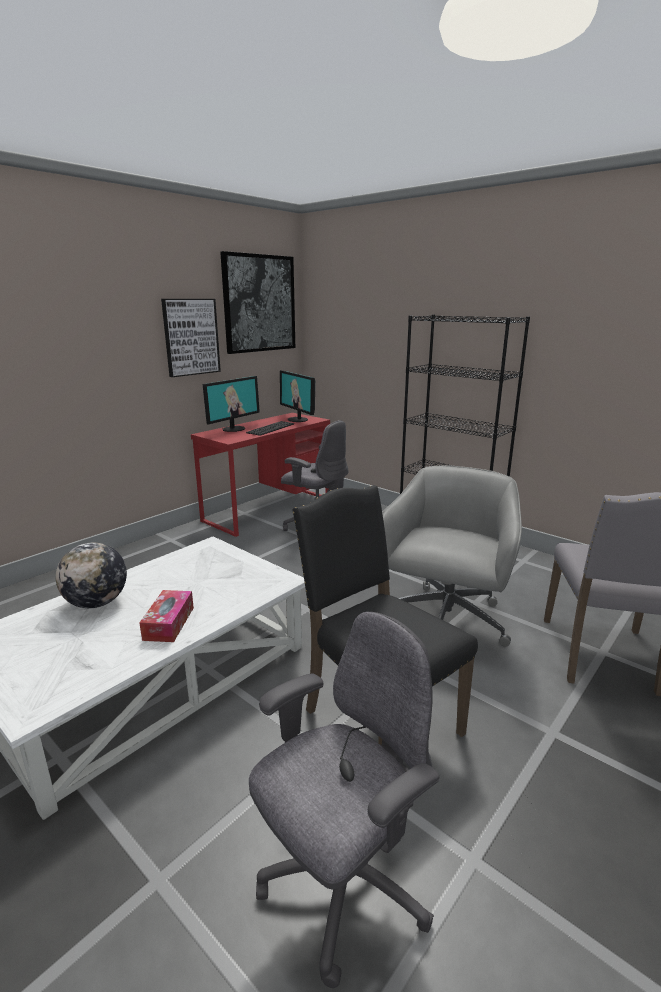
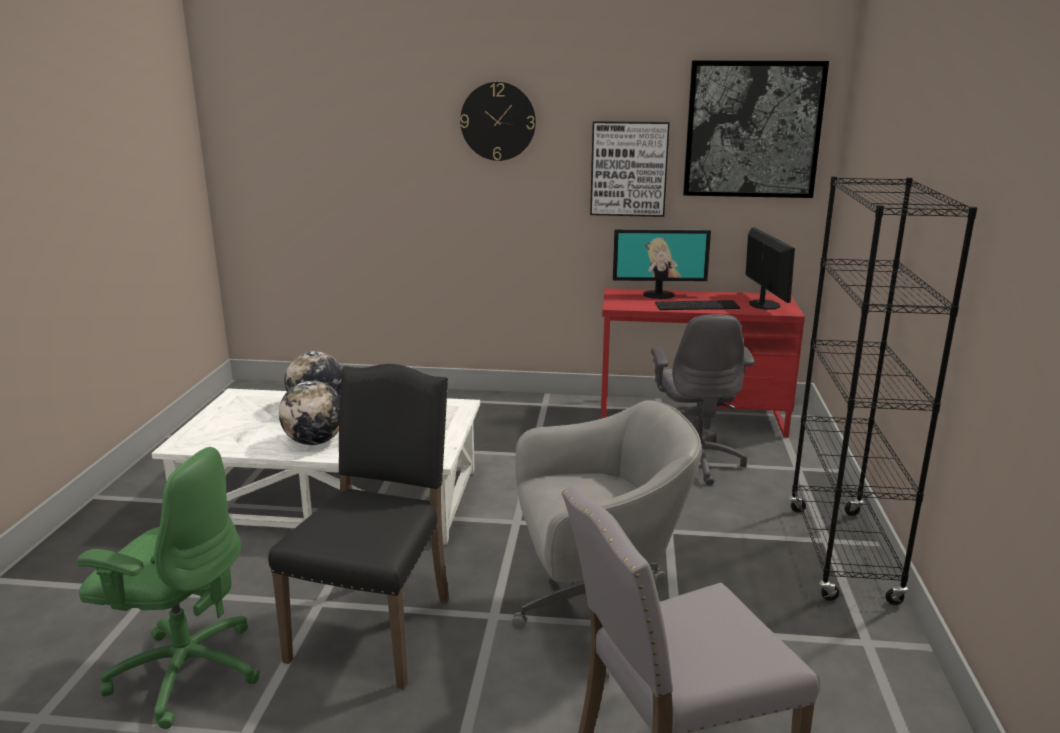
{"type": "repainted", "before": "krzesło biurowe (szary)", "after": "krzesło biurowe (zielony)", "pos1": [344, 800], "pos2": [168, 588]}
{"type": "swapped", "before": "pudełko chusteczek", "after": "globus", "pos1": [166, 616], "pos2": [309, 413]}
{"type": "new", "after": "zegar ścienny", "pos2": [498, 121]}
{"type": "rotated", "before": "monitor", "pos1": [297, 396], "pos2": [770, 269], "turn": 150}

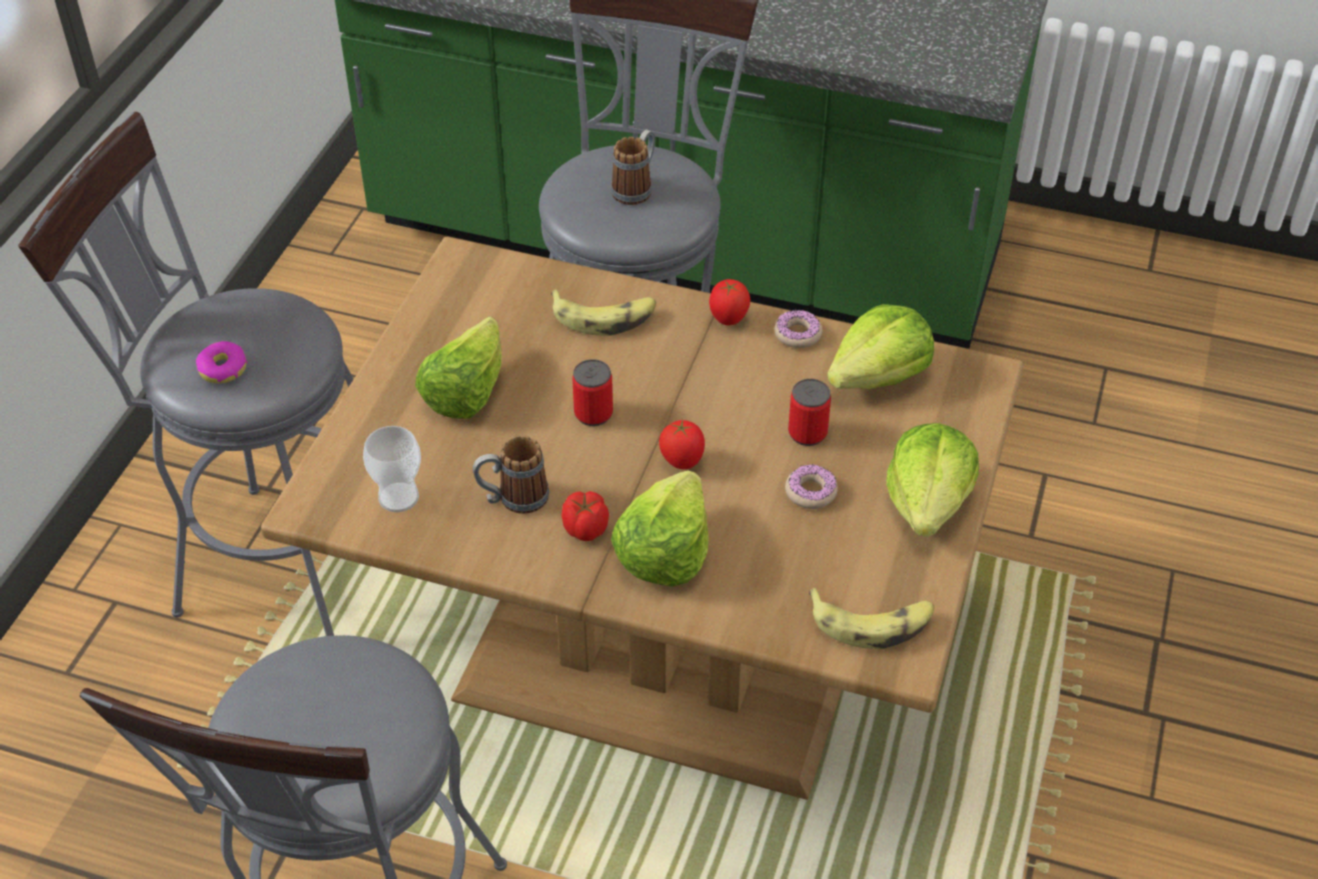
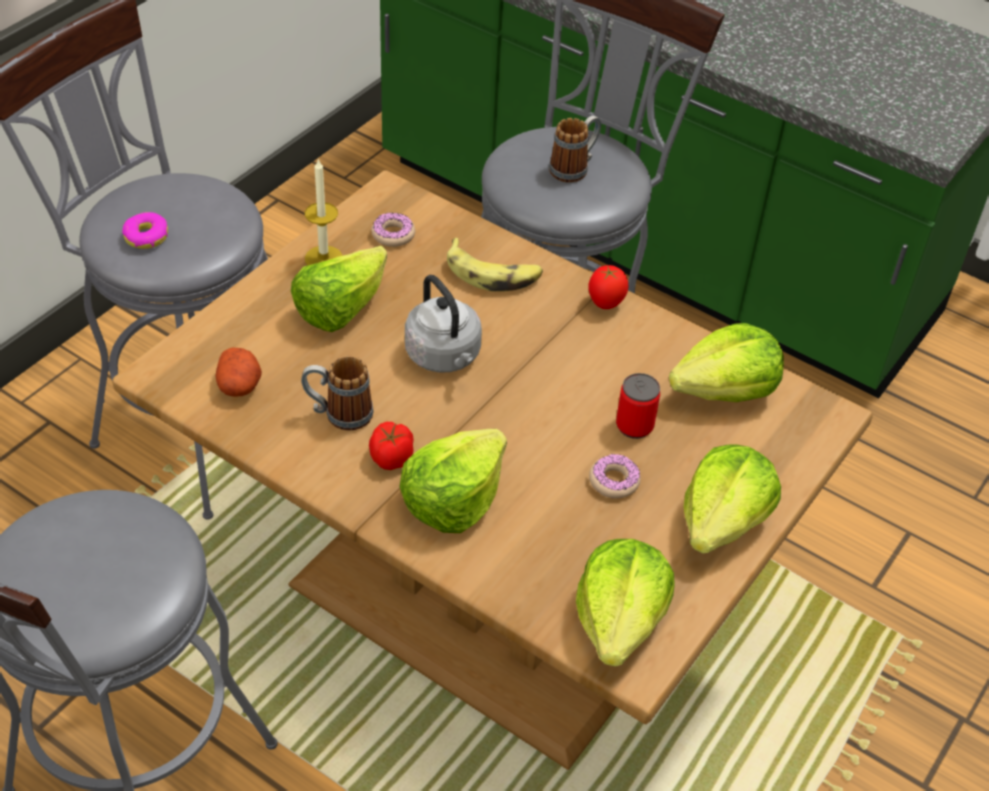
{"type": "swapped", "before": "filiżanka", "after": "ziemniak", "pos1": [392, 469], "pos2": [238, 372]}
{"type": "new", "after": "świeca", "pos2": [324, 211]}
{"type": "shifted", "before": "donut", "pos1": [799, 328], "pos2": [393, 230]}
{"type": "swapped", "before": "puszka", "after": "czajnik (szary)", "pos1": [592, 392], "pos2": [443, 324]}
{"type": "swapped", "before": "banan", "after": "sałata", "pos1": [871, 618], "pos2": [625, 603]}
{"type": "gone", "before": "pomidor", "pos1": [682, 444]}

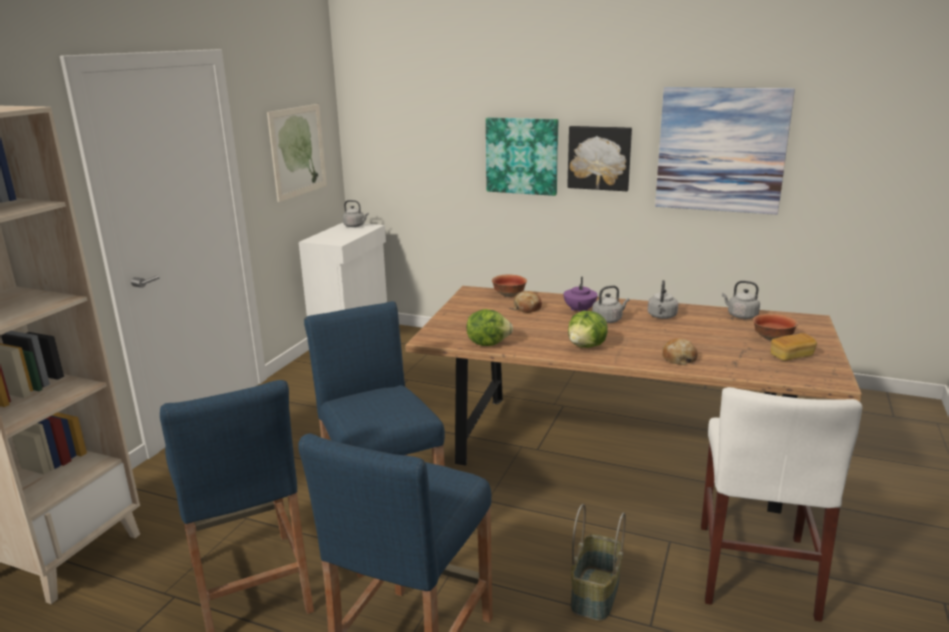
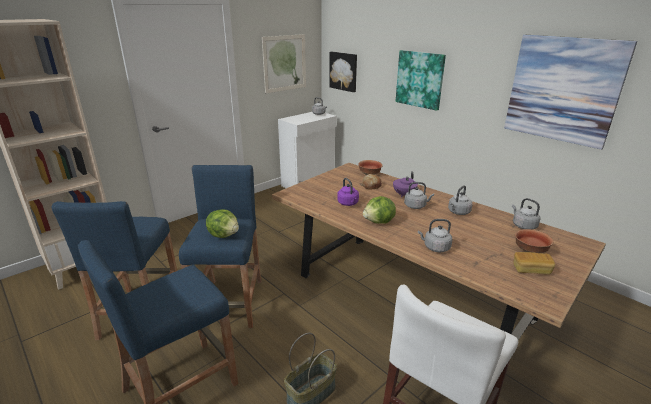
{"type": "shifted", "before": "sałata", "pos1": [489, 327], "pos2": [222, 223]}
{"type": "shifted", "before": "obraz", "pos1": [599, 158], "pos2": [343, 72]}
{"type": "new", "after": "czajnik (fioletowy)", "pos2": [348, 192]}
{"type": "swapped", "before": "chleb", "after": "czajnik (szary)", "pos1": [680, 351], "pos2": [435, 235]}

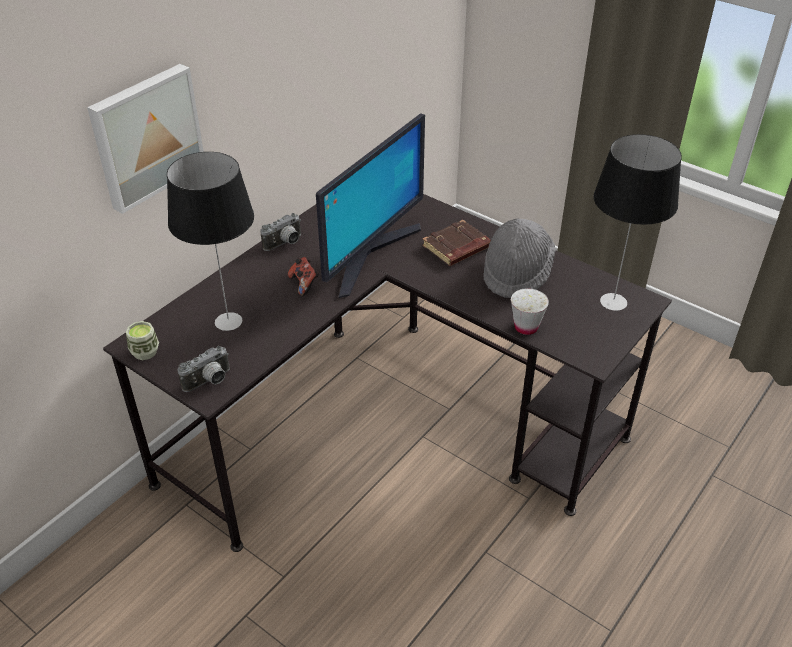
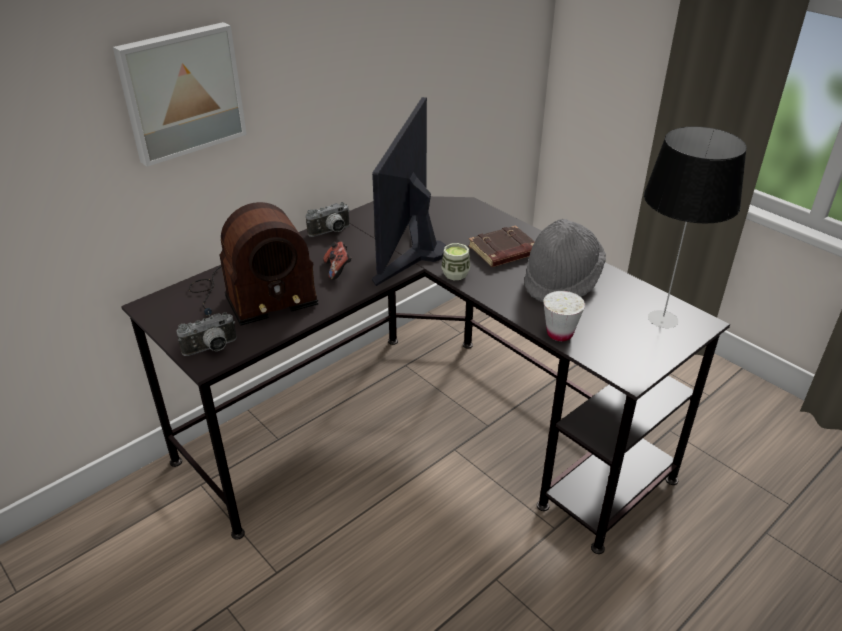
{"type": "swapped", "before": "lampa stołowa", "after": "radio", "pos1": [210, 241], "pos2": [253, 264]}
{"type": "rotated", "before": "monitor", "pos1": [370, 205], "pos2": [409, 191], "turn": 150}
{"type": "shifted", "before": "filiżanka", "pos1": [142, 340], "pos2": [455, 261]}

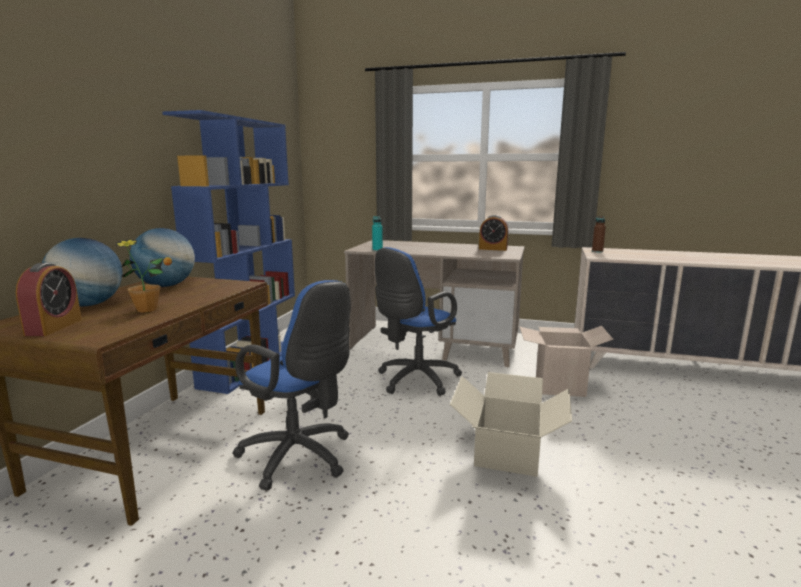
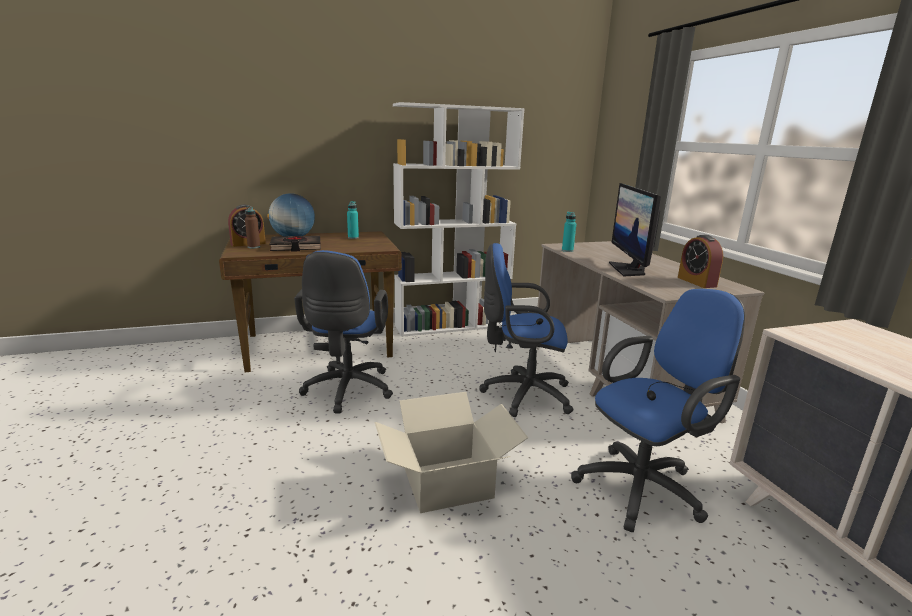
{"type": "shifted", "before": "butelka (brązowy)", "pos1": [599, 234], "pos2": [252, 228]}
{"type": "swapped", "before": "roślina doniczkowa", "after": "książka (czarny)", "pos1": [139, 276], "pos2": [295, 244]}
{"type": "swapped", "before": "globus", "after": "butelka (turkusowy)", "pos1": [162, 257], "pos2": [353, 220]}
{"type": "repainted", "before": "regał (niebieski)", "after": "regał (biały)", "pos1": [228, 252], "pos2": [459, 219]}
{"type": "swapped", "before": "karton", "after": "krzesło biurowe (niebieski)", "pos1": [567, 361], "pos2": [658, 410]}
{"type": "new", "after": "monitor", "pos2": [635, 230]}

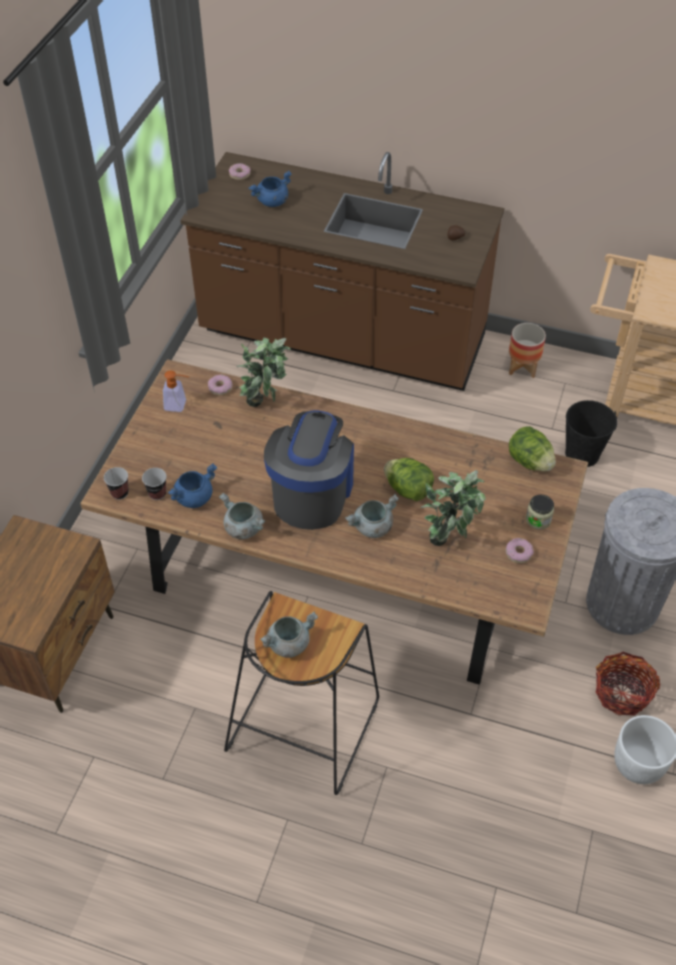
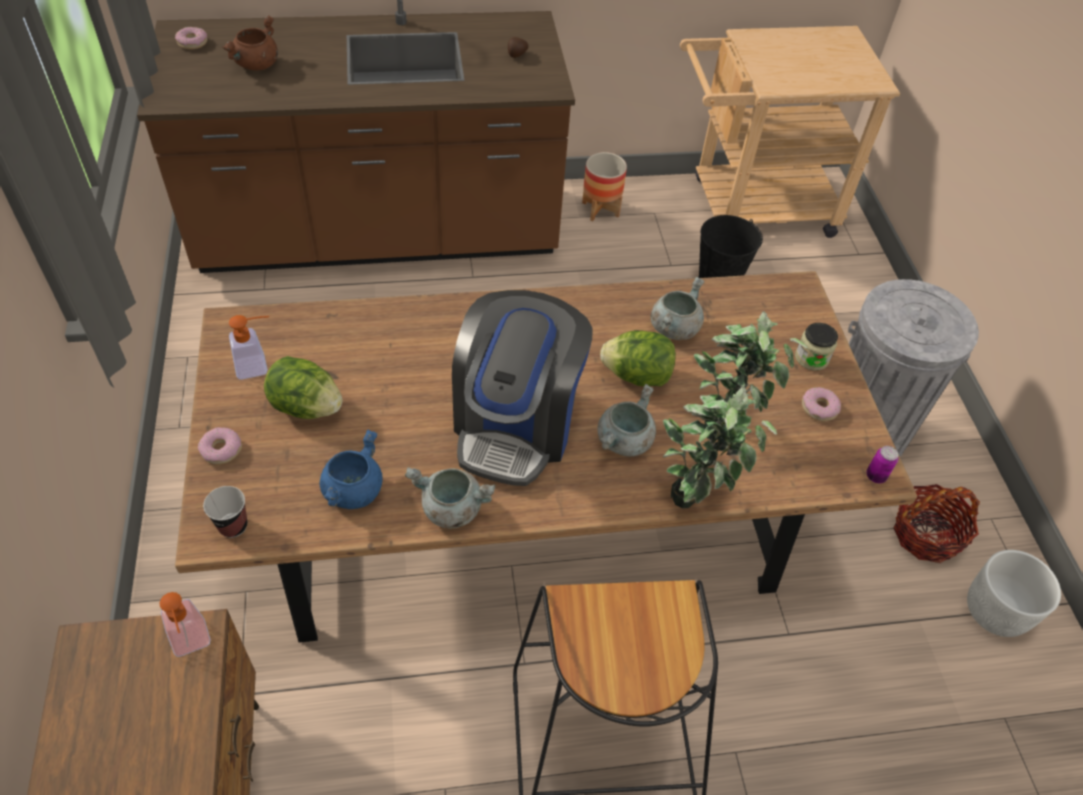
{"type": "new", "after": "dozownik mydła", "pos2": [185, 624]}
{"type": "shifted", "before": "donut", "pos1": [220, 385], "pos2": [220, 446]}
{"type": "repainted", "before": "garnek (niebieski)", "after": "garnek (brązowy)", "pos1": [270, 189], "pos2": [250, 42]}
{"type": "shifted", "before": "sałata", "pos1": [532, 448], "pos2": [303, 387]}
{"type": "rotated", "before": "ekspres do kawy", "pos1": [309, 470], "pos2": [522, 388], "turn": -150}
{"type": "shifted", "before": "garnek (szary)", "pos1": [289, 635], "pos2": [677, 308]}
{"type": "shifted", "before": "roślina doniczkowa", "pos1": [263, 372], "pos2": [719, 447]}
{"type": "new", "after": "puszka", "pos2": [882, 464]}
{"type": "gone", "before": "filiżanka", "pos1": [154, 484]}

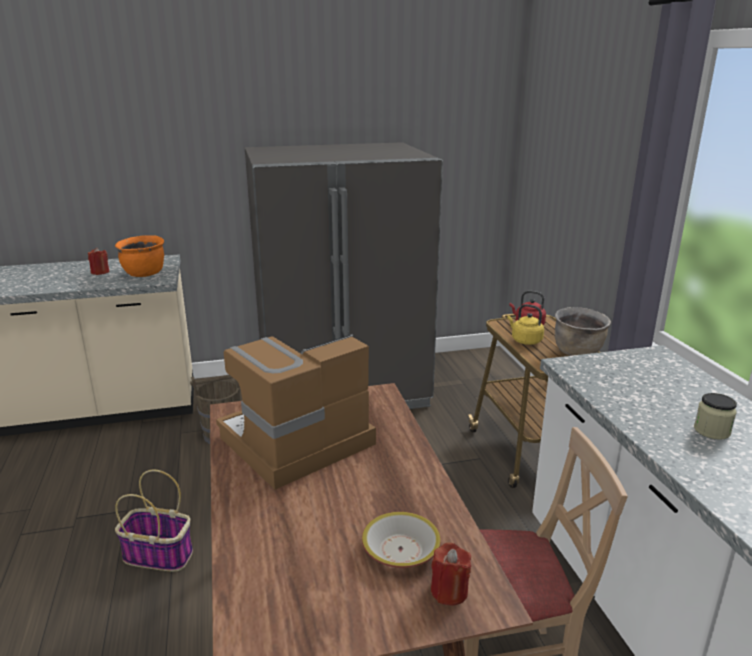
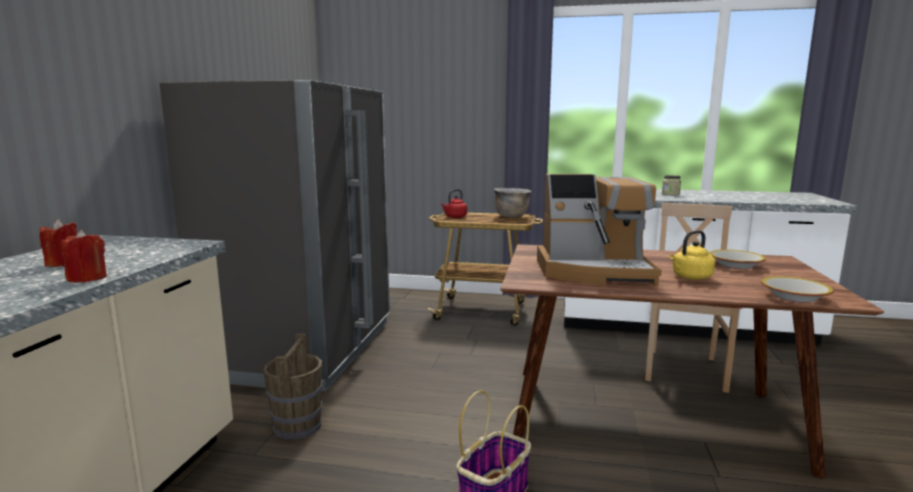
{"type": "shifted", "before": "świeca (czerwony)", "pos1": [451, 574], "pos2": [84, 256]}
{"type": "rotated", "before": "ekspres do kawy", "pos1": [296, 412], "pos2": [599, 230], "turn": -75}
{"type": "shifted", "before": "czajnik (żółty)", "pos1": [525, 324], "pos2": [692, 255]}
{"type": "new", "after": "miska", "pos2": [797, 289]}
{"type": "gone", "before": "garnek (pomarańczowy)", "pos1": [139, 256]}

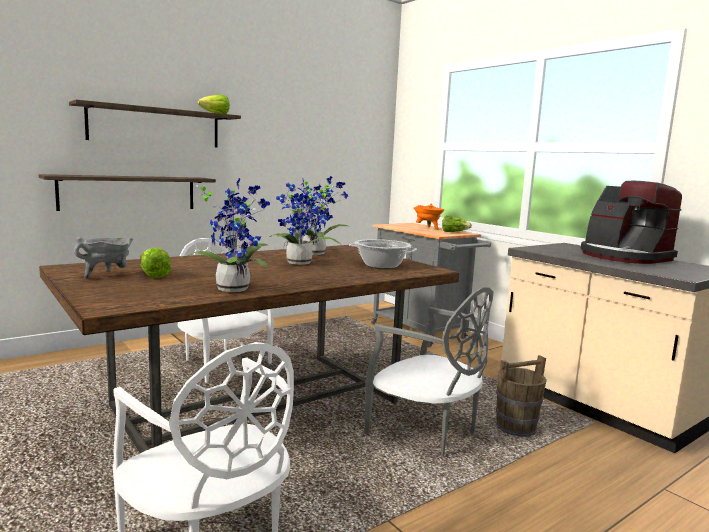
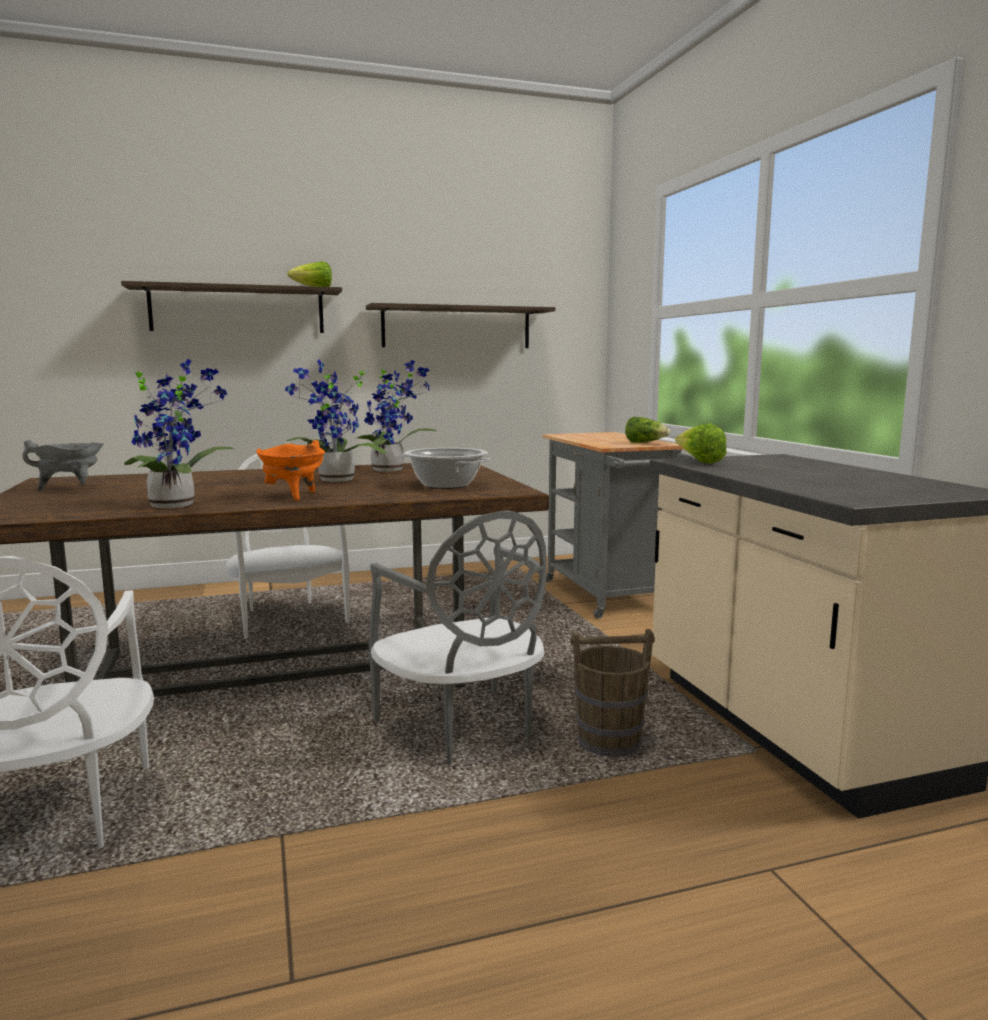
{"type": "shifted", "before": "garnek (pomarańczowy)", "pos1": [429, 217], "pos2": [290, 470]}
{"type": "shifted", "before": "półka", "pos1": [127, 192], "pos2": [461, 325]}
{"type": "shifted", "before": "sałata", "pos1": [156, 262], "pos2": [701, 443]}
{"type": "gone", "before": "ekspres do kawy", "pos1": [631, 222]}

